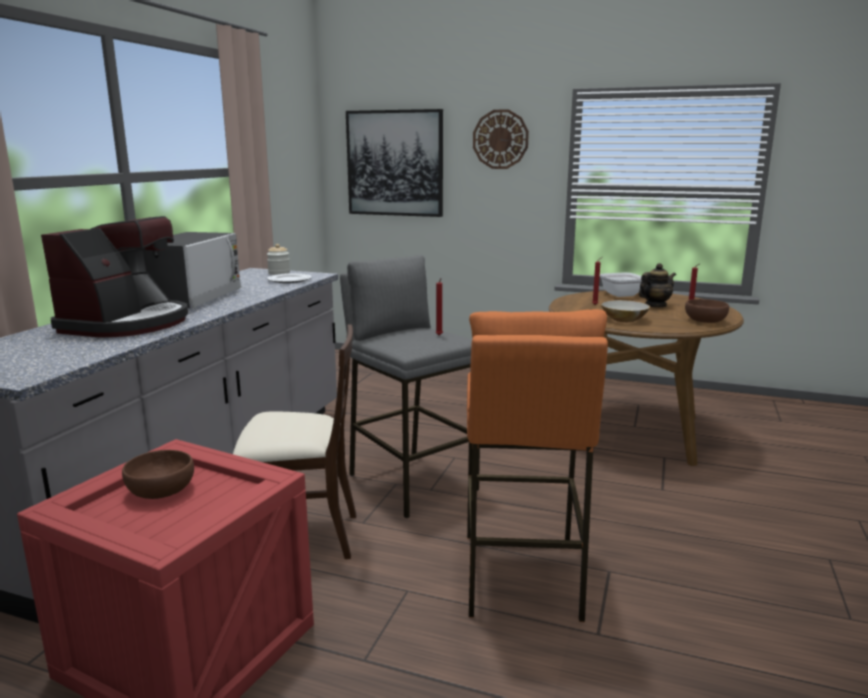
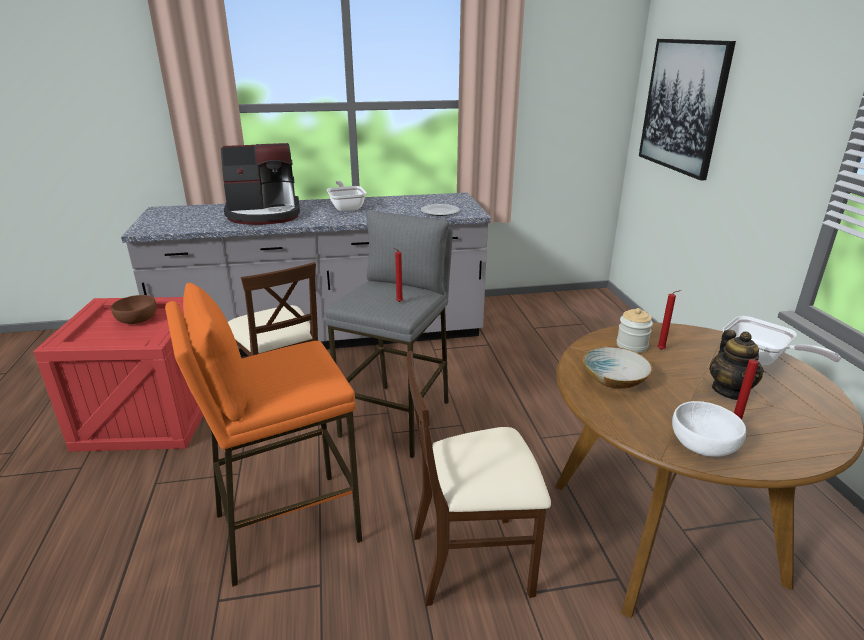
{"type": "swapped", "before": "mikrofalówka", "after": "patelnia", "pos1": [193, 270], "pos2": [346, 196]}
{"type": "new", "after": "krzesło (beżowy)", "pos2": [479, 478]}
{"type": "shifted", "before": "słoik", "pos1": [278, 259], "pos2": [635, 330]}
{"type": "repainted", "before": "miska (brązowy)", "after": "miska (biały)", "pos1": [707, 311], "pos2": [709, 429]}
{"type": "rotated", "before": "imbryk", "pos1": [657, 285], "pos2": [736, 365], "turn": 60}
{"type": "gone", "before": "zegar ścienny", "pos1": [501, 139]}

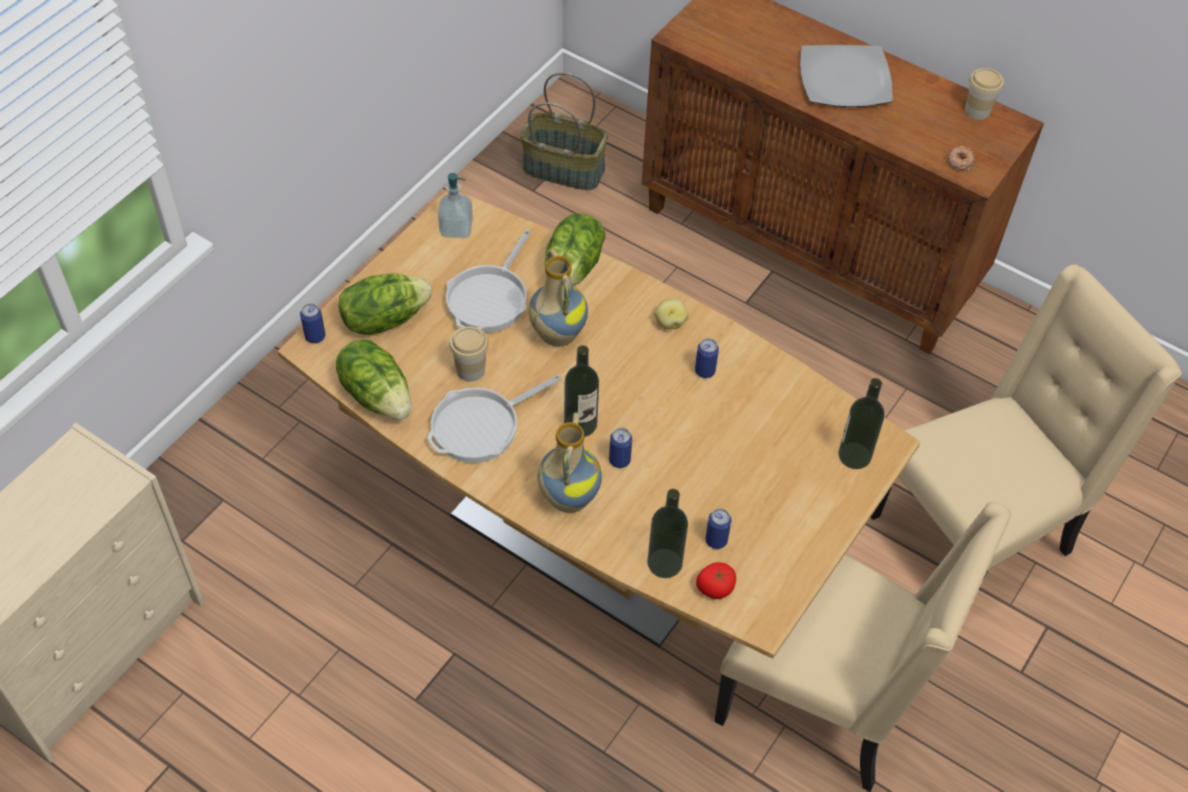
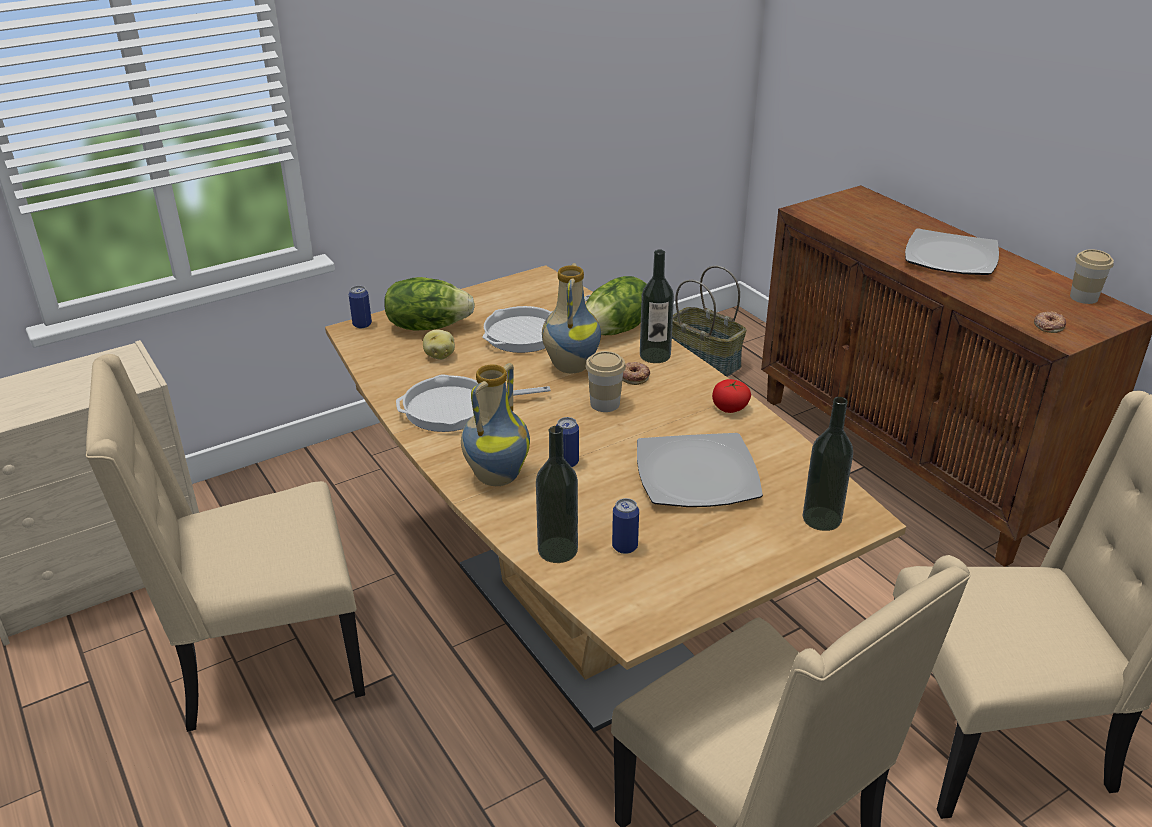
{"type": "new", "after": "krzesło (beżowy)", "pos2": [225, 543]}
{"type": "shifted", "before": "ziemniak", "pos1": [671, 314], "pos2": [439, 345]}
{"type": "shifted", "before": "filiżanka", "pos1": [469, 354], "pos2": [606, 381]}
{"type": "new", "after": "donut", "pos2": [636, 373]}
{"type": "new", "after": "talerz", "pos2": [700, 470]}
{"type": "shifted", "before": "butelka", "pos1": [581, 391], "pos2": [657, 306]}
{"type": "shifted", "before": "pomidor", "pos1": [716, 580], "pos2": [731, 396]}
{"type": "gone", "before": "sałata", "pos1": [373, 379]}
{"type": "gone", "before": "dozownik mydła", "pos1": [455, 205]}
{"type": "gone", "before": "puszka", "pos1": [707, 358]}

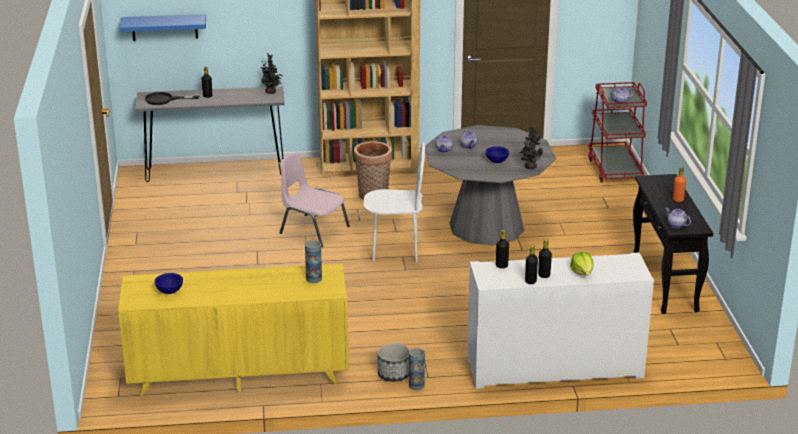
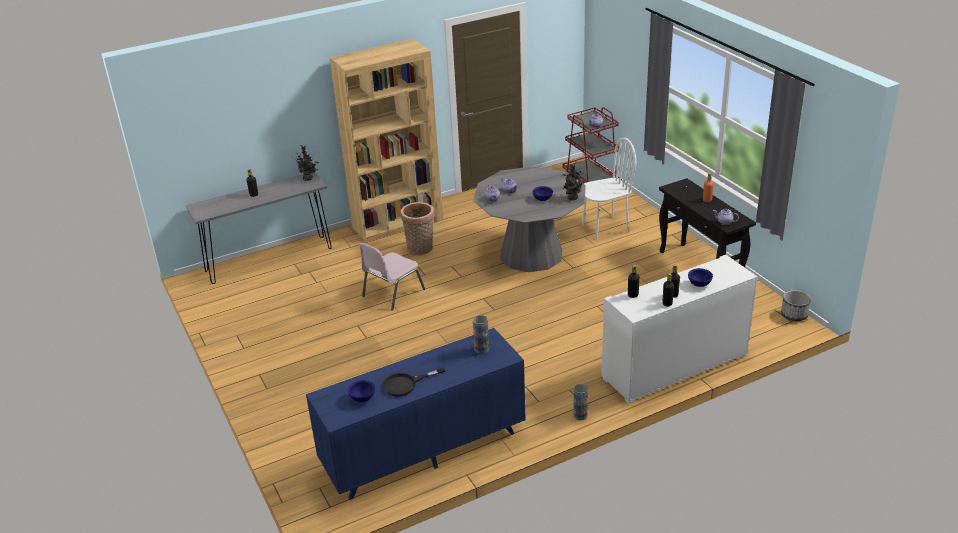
{"type": "repainted", "before": "komoda (żółty)", "after": "komoda (niebieski)", "pos1": [233, 330], "pos2": [416, 414]}
{"type": "rotated", "before": "krzesło (różowy)", "pos1": [315, 199], "pos2": [392, 277], "turn": -60}
{"type": "shifted", "before": "patelnia (czarny)", "pos1": [172, 98], "pos2": [413, 382]}
{"type": "shifted", "before": "krzesło (biały)", "pos1": [394, 202], "pos2": [609, 188]}
{"type": "swapped", "before": "sałata", "after": "miska (niebieski)", "pos1": [581, 264], "pos2": [700, 277]}
{"type": "shifted", "before": "donica", "pos1": [393, 362], "pos2": [796, 305]}
{"type": "gone", "before": "półka (niebieski)", "pos1": [163, 27]}

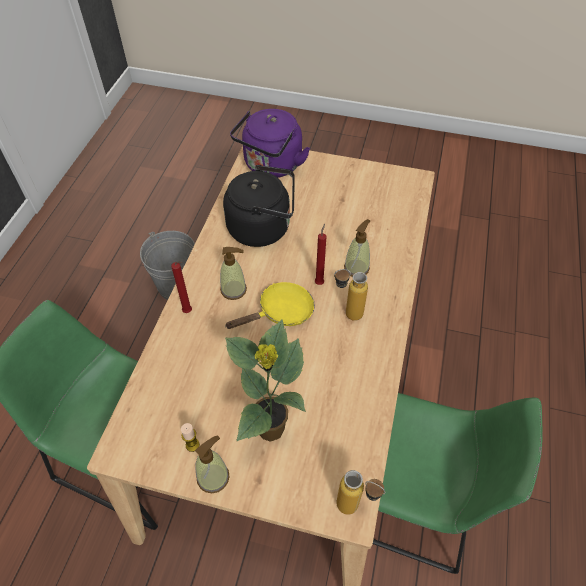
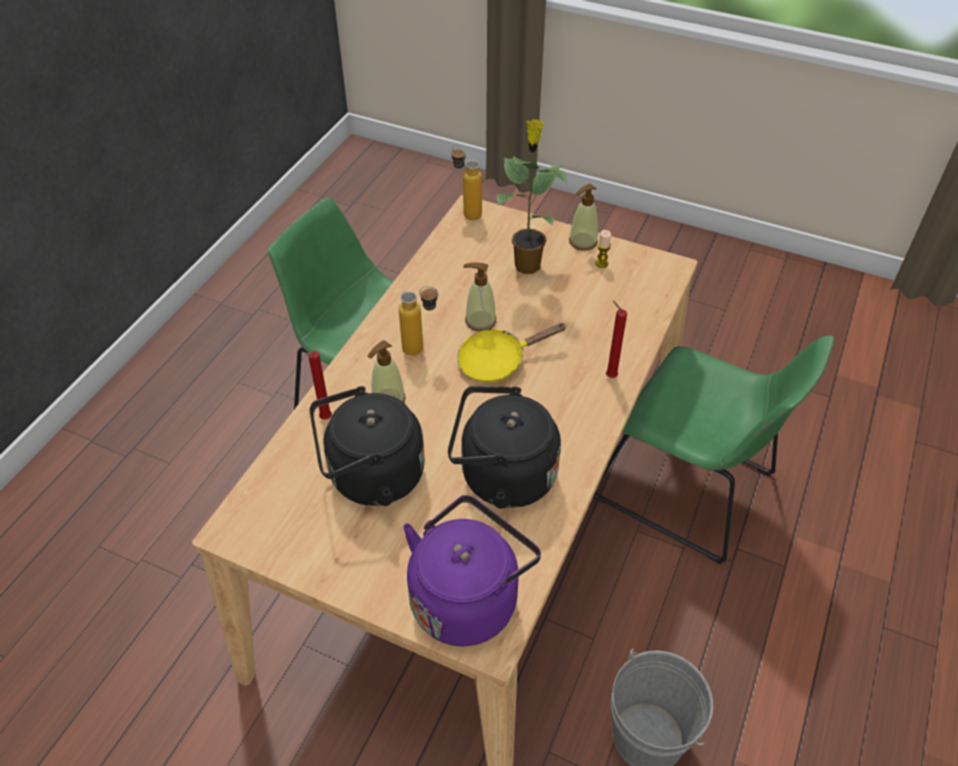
{"type": "shifted", "before": "świeca (czerwony)", "pos1": [321, 254], "pos2": [319, 385]}
{"type": "new", "after": "czajnik (czarny)", "pos2": [367, 446]}
{"type": "shifted", "before": "dozownik mydła", "pos1": [233, 273], "pos2": [479, 297]}

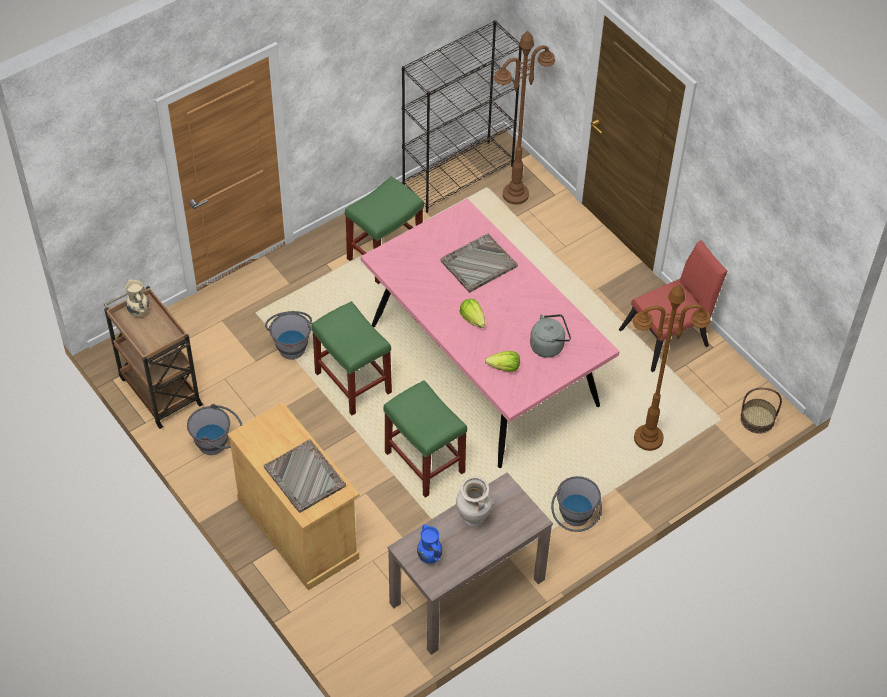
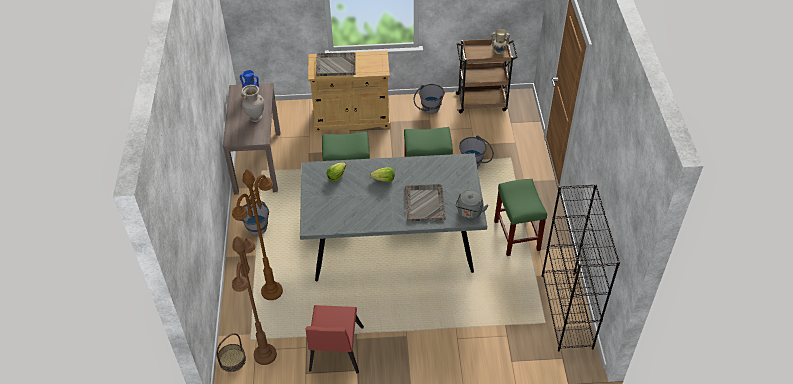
{"type": "shifted", "before": "lampa stojąca (brązowy)", "pos1": [524, 118], "pos2": [254, 300]}
{"type": "repainted", "before": "stół jadalny (różowy)", "after": "stół jadalny (szary)", "pos1": [490, 333], "pos2": [393, 217]}
{"type": "shifted", "before": "czajnik (szary)", "pos1": [550, 336], "pos2": [472, 204]}

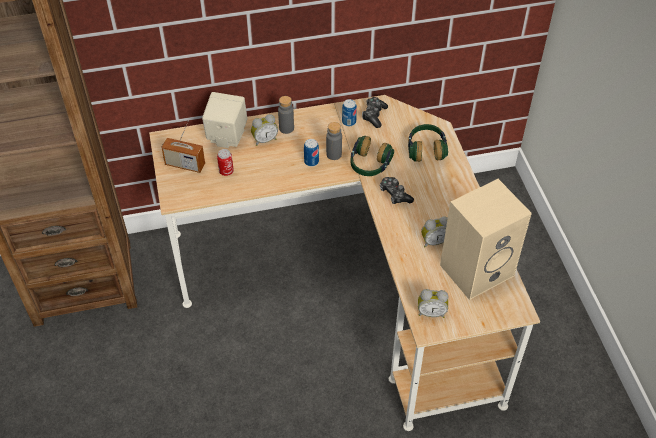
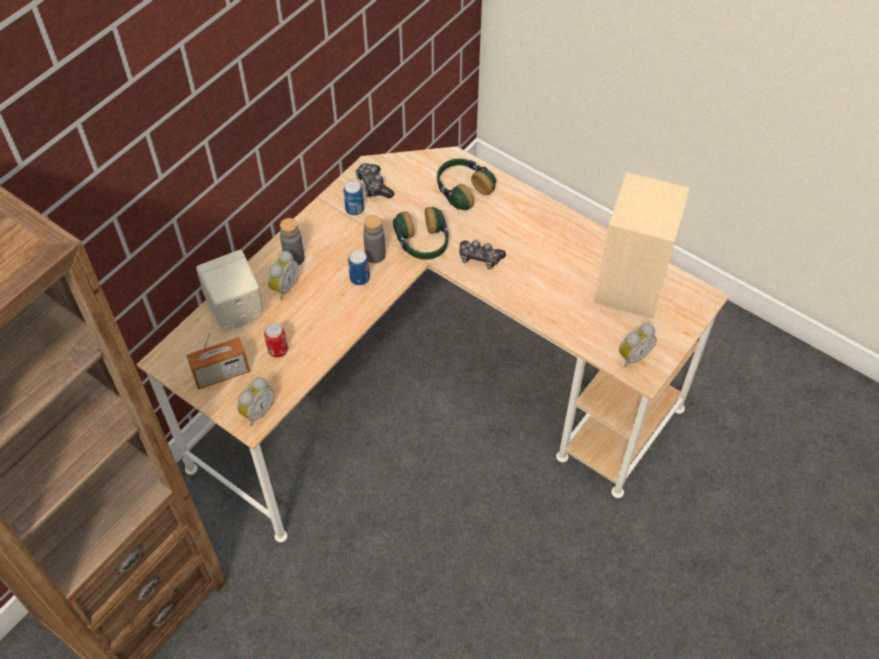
{"type": "shifted", "before": "budzik", "pos1": [434, 231], "pos2": [255, 401]}

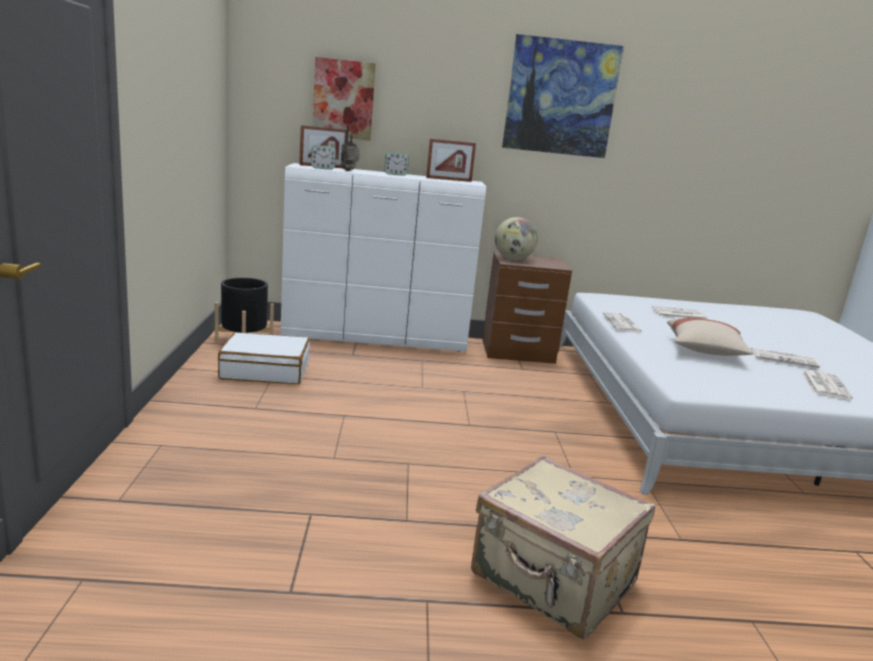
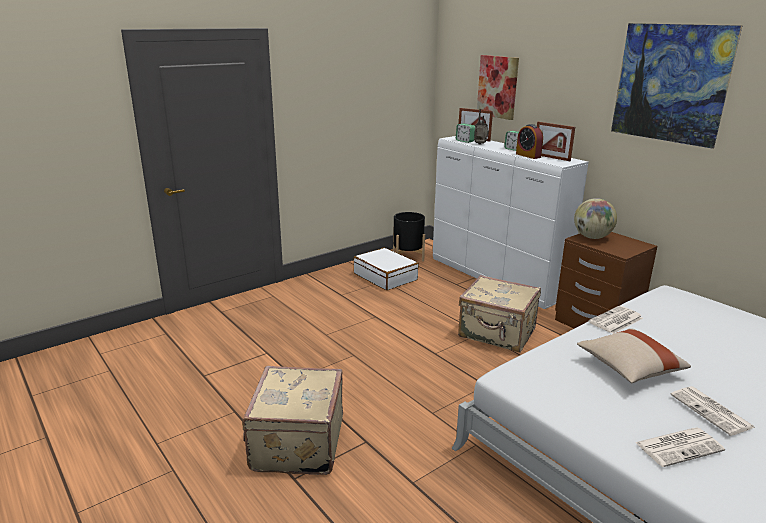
{"type": "new", "after": "walizka (beżowy)", "pos2": [499, 313]}
{"type": "new", "after": "budzik", "pos2": [529, 141]}
{"type": "gone", "before": "gazeta", "pos1": [679, 312]}

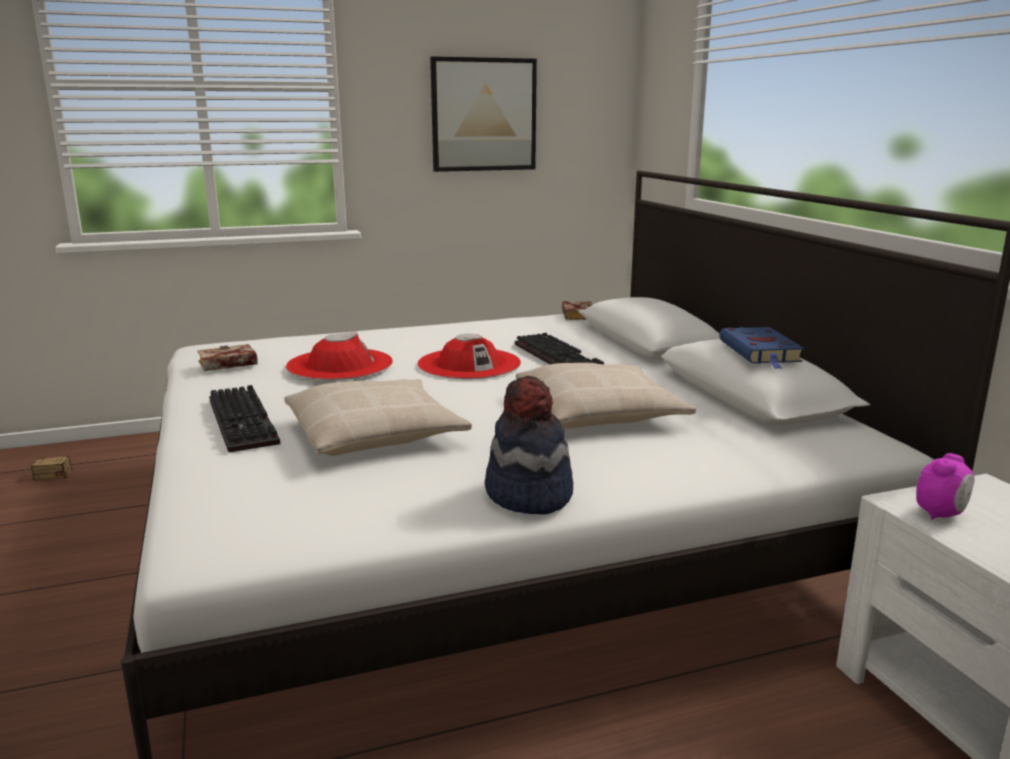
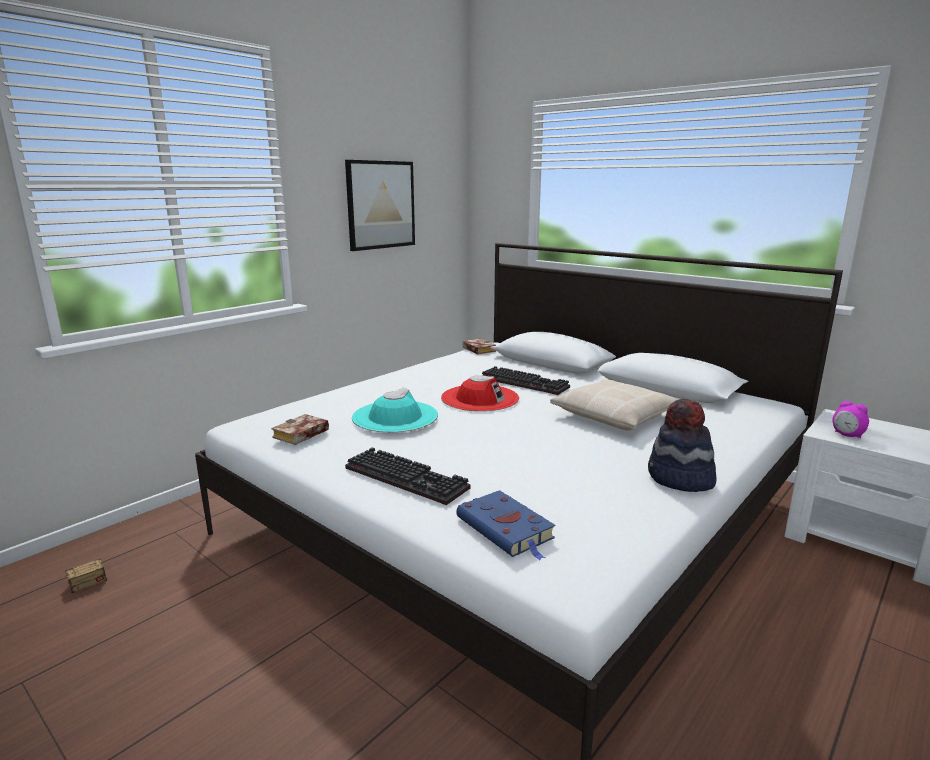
{"type": "repainted", "before": "kapelusz (czerwony)", "after": "kapelusz (turkusowy)", "pos1": [339, 355], "pos2": [395, 410]}
{"type": "shifted", "before": "książka (niebieski)", "pos1": [761, 348], "pos2": [505, 525]}
{"type": "rotated", "before": "budzik", "pos1": [945, 486], "pos2": [850, 419], "turn": 120}
{"type": "gone", "before": "poduszka (beżowy)", "pos1": [378, 417]}

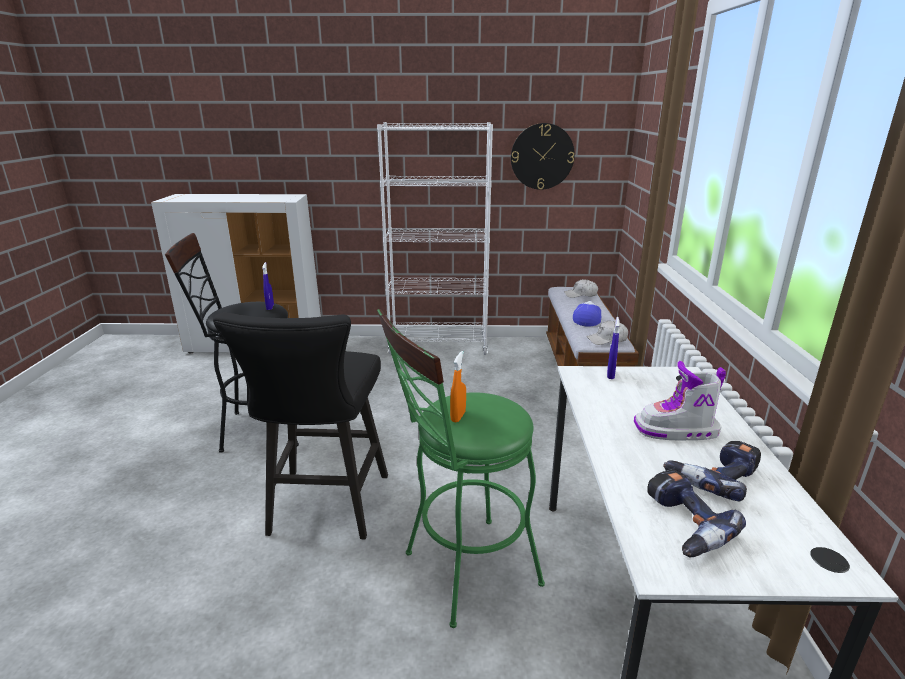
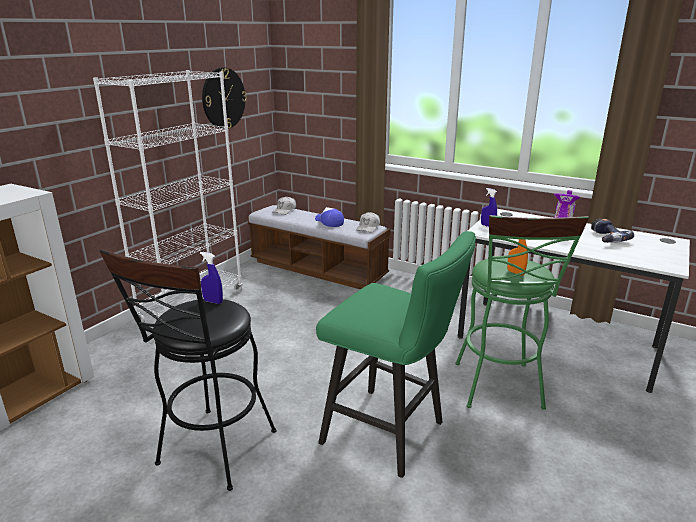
{"type": "repainted", "before": "stołek (czarny)", "after": "stołek (zielony)", "pos1": [300, 425], "pos2": [396, 354]}
{"type": "gone", "before": "wiertarka", "pos1": [696, 513]}

